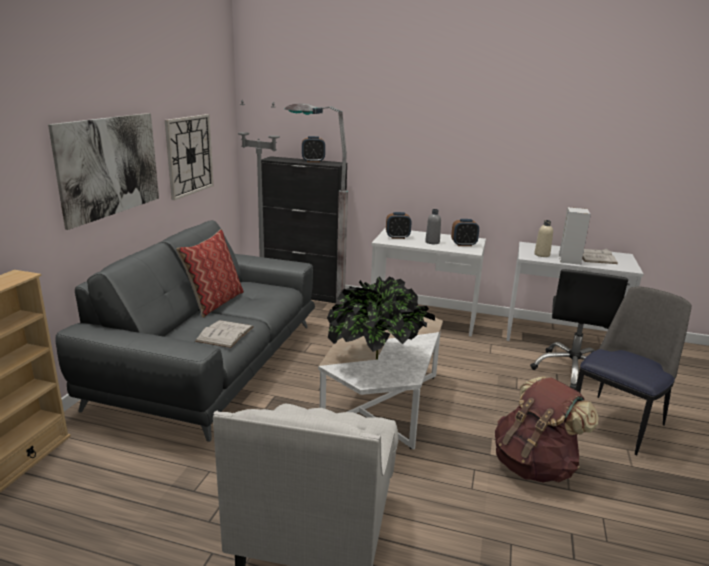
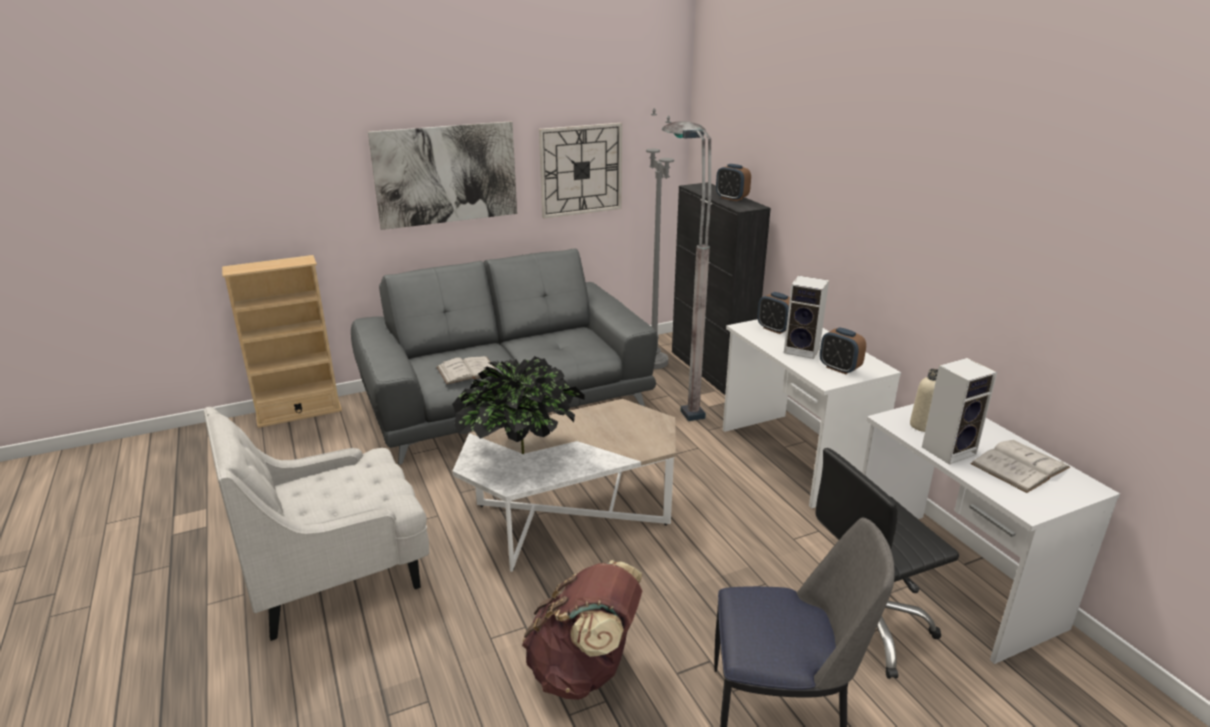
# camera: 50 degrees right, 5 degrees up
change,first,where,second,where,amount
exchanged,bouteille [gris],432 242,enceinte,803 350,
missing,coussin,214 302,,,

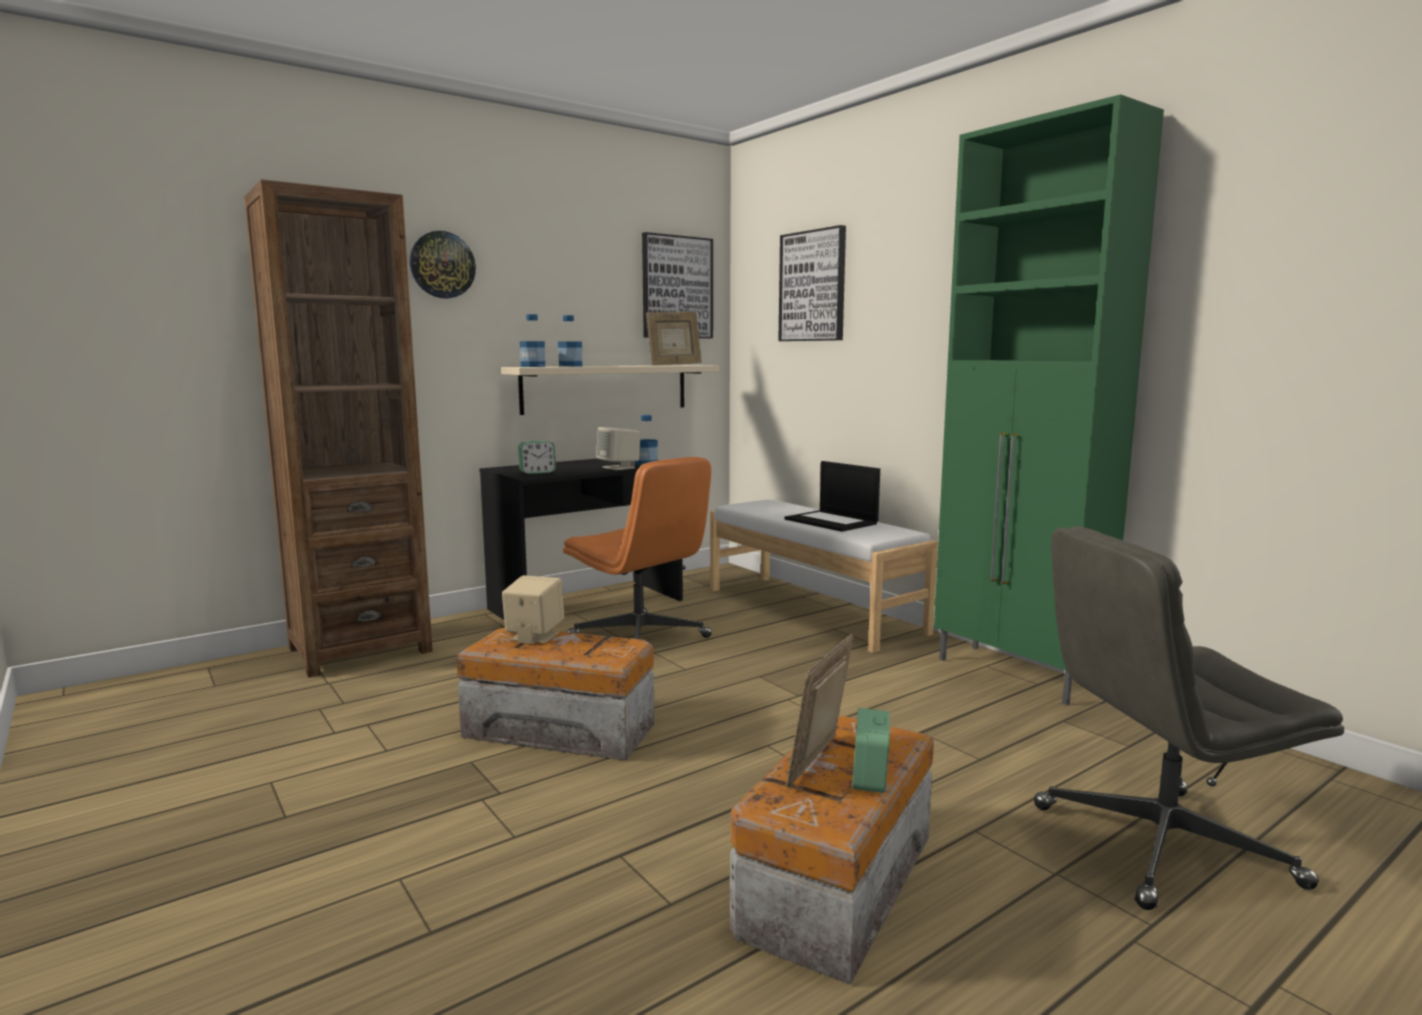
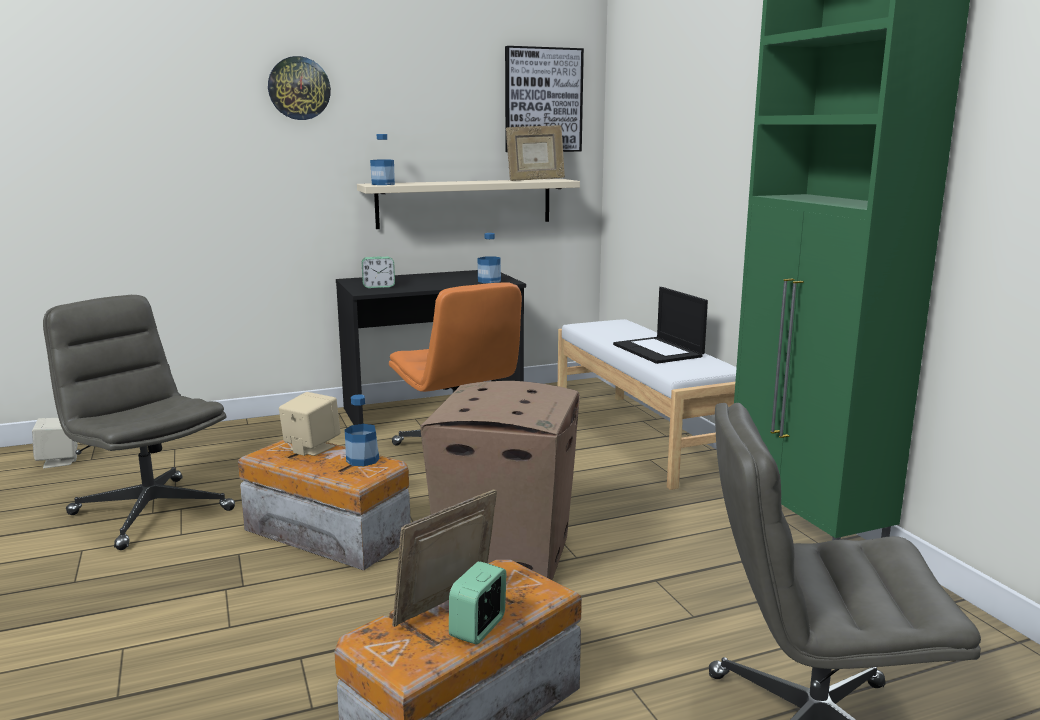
# camera: 15 degrees right, 5 degrees up
change,first,where,second,where,amount
relocated,enceinte [beige],619 467,,59 461,
appeared,,,chaise de bureau [gris],150 511,
relocated,bouteille,570 366,,362 460,
appeared,,,carton,506 555,
missing,bibliothèque [marron],360 649,,,
missing,tableau,813 286,,,

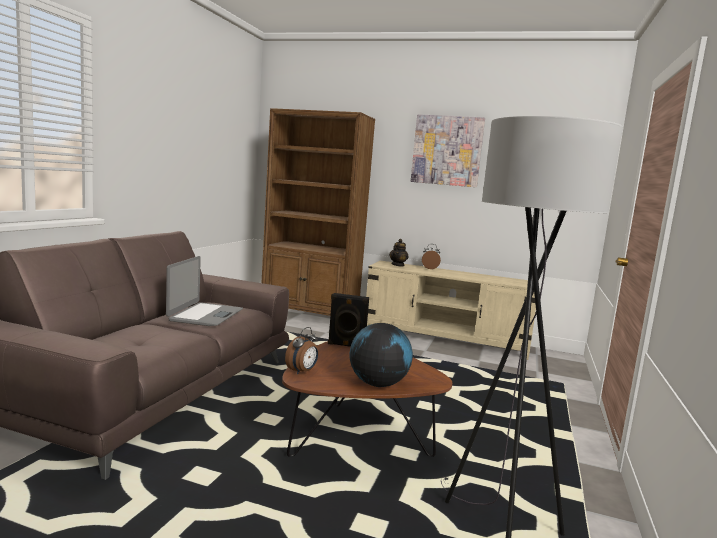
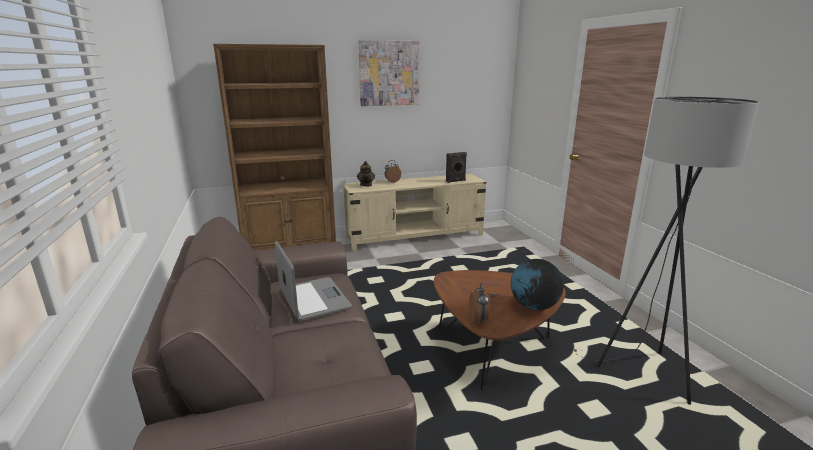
# camera: 35 degrees left, 10 degrees up
change,first,where,second,where,amount
relocated,enceinte [noir],346 345,,456 181,

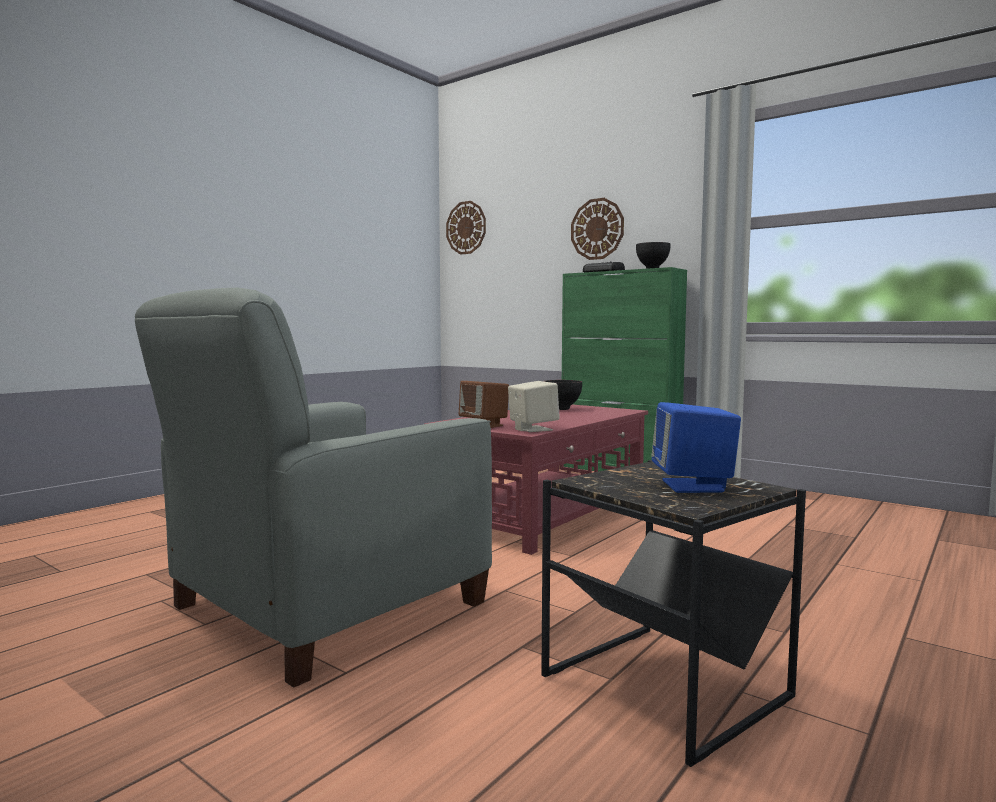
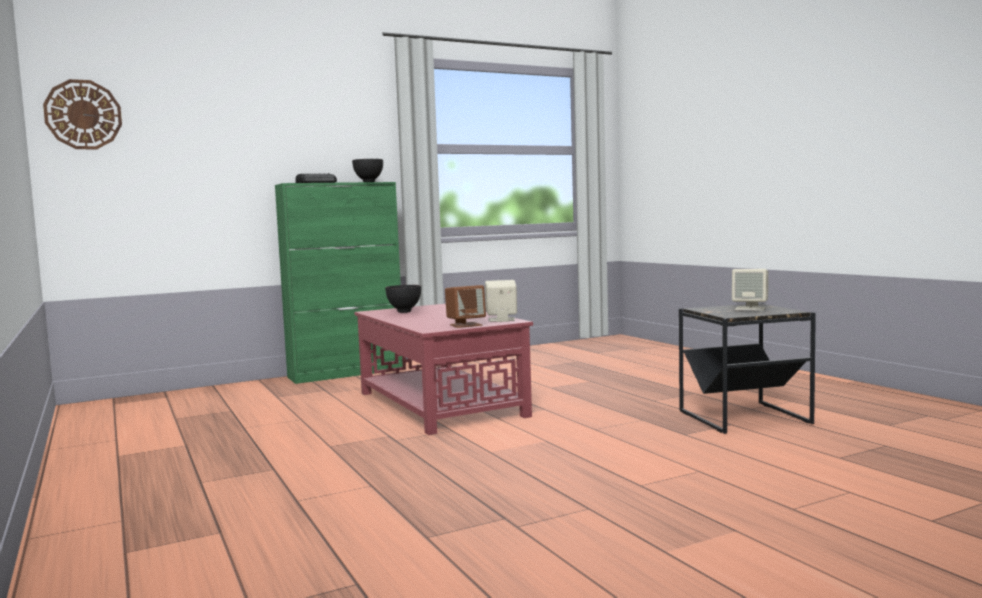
# camera: 65 degrees left, 0 degrees up
change,first,where,second,where,amount
colour,enceinte [bleu],693 486,enceinte [beige],750 308,
missing,fauteuil [gris],326 606,,,
missing,horloge murale,597 229,,,

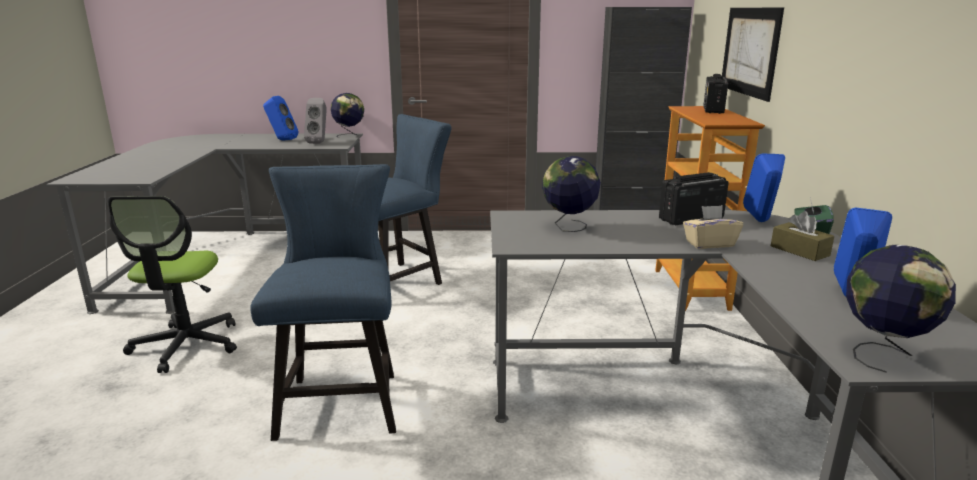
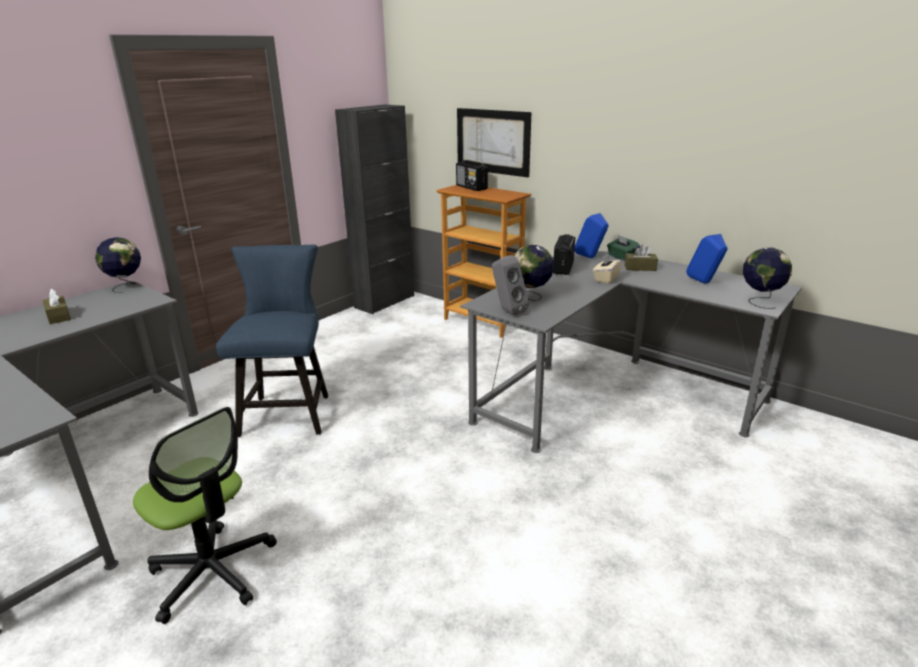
# camera: 50 degrees left, 5 degrees up
change,first,where,second,where,amount
exchanged,enceinte [bleu],282 140,boîte à mouchoirs [marron],58 316,
relocated,enceinte [gris],319 143,,507 311,
missing,chaise [bleu],341 399,,,

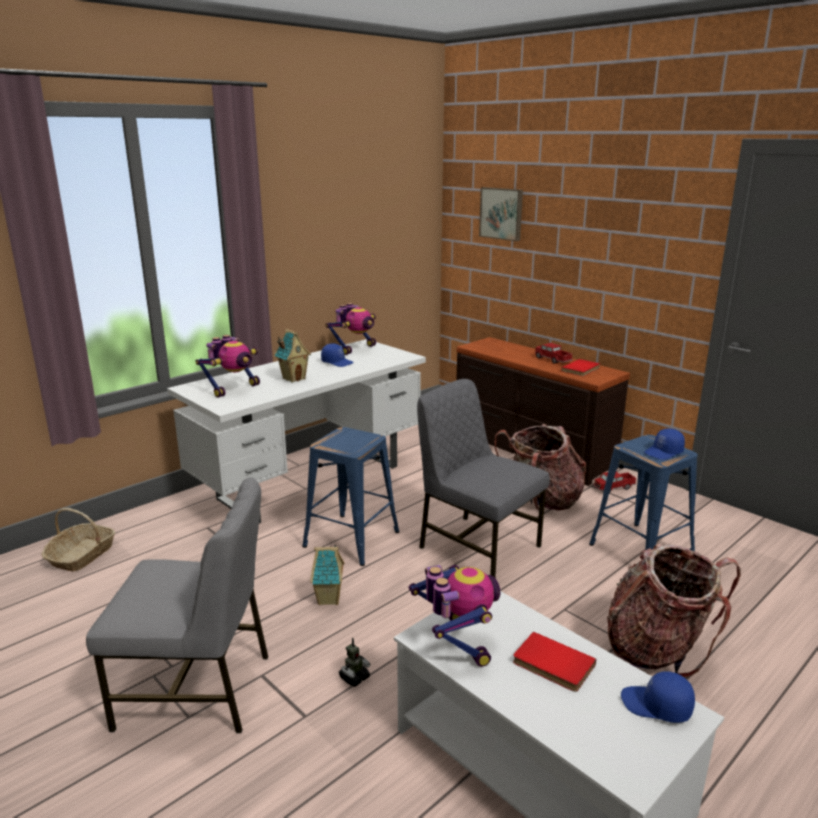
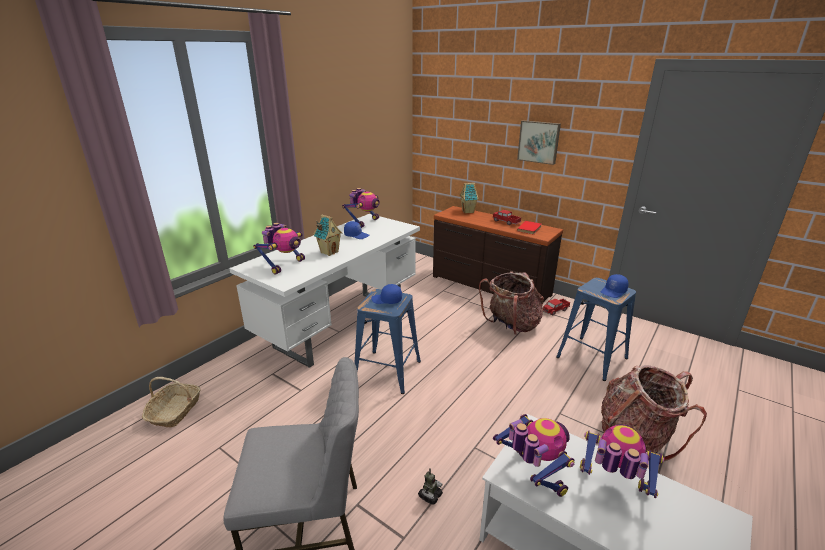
# camera: 10 degrees left, 5 degrees up
change,first,where,second,where,amount
relocated,casquette [bleu],656 706,,386 300,
relocated,maison miniature,329 599,,468 211,
relocated,tableau,502 213,,539 142,
exchanged,livre [rouge],552 665,robot jouet,612 486,
missing,chaise [gris],477 546,,,

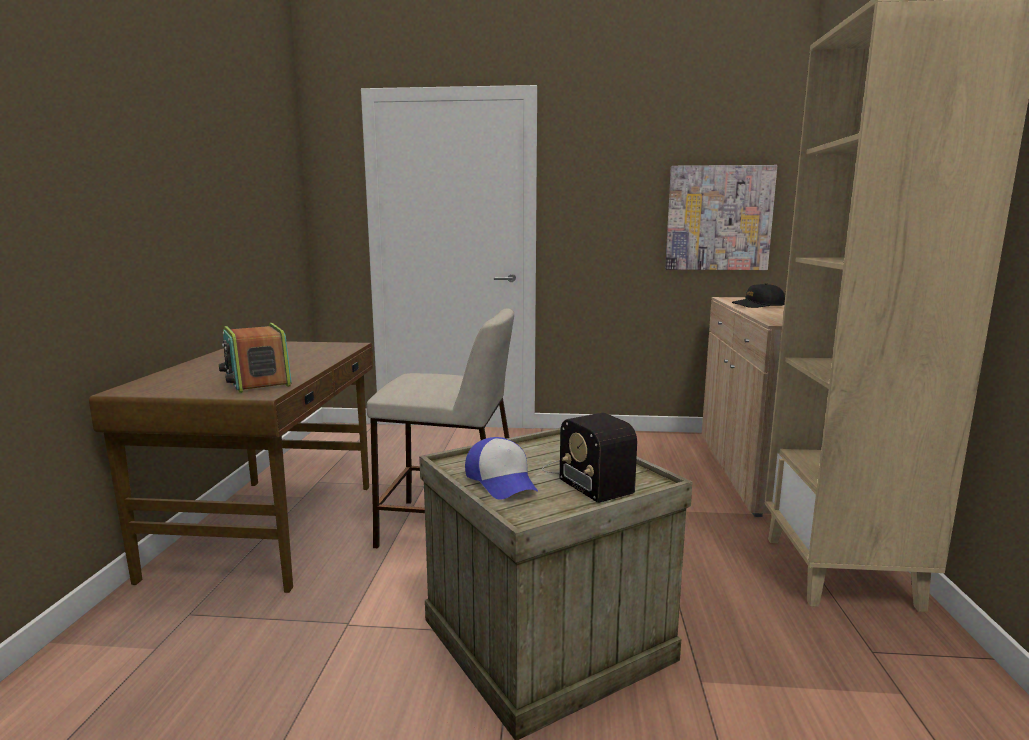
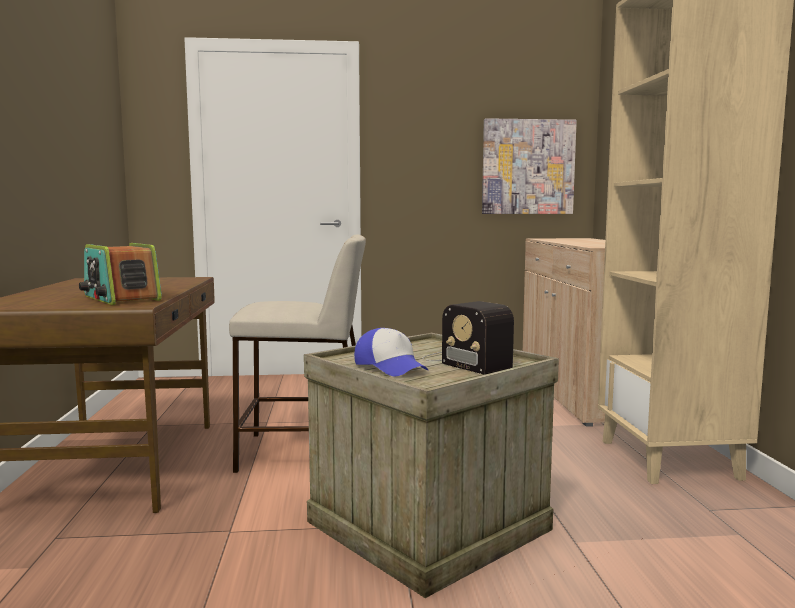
# camera: 10 degrees left, 5 degrees down
change,first,where,second,where,amount
missing,casquette [noir],758 305,,,

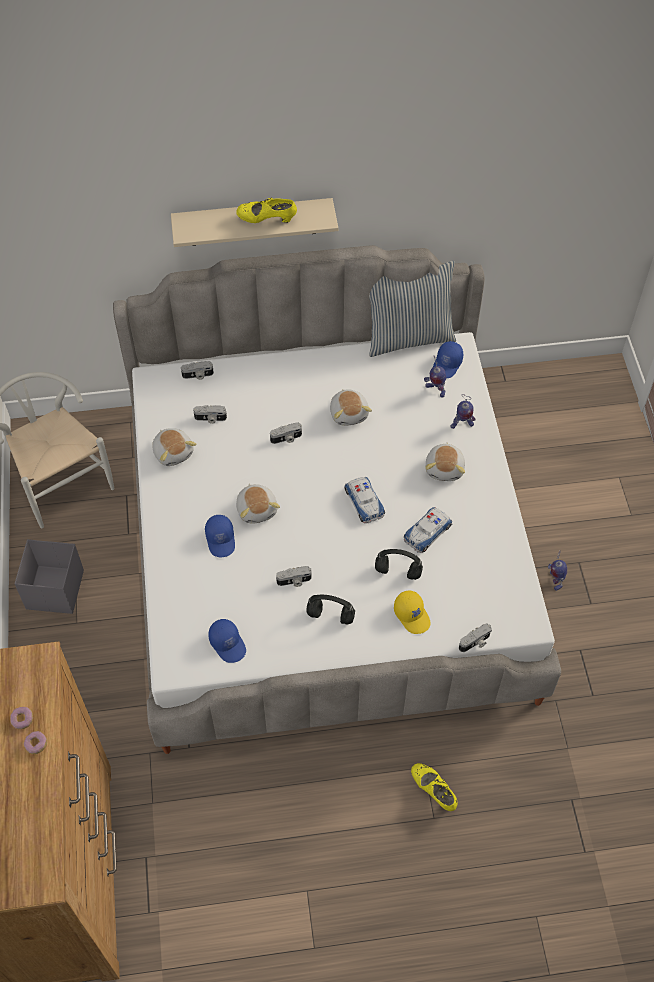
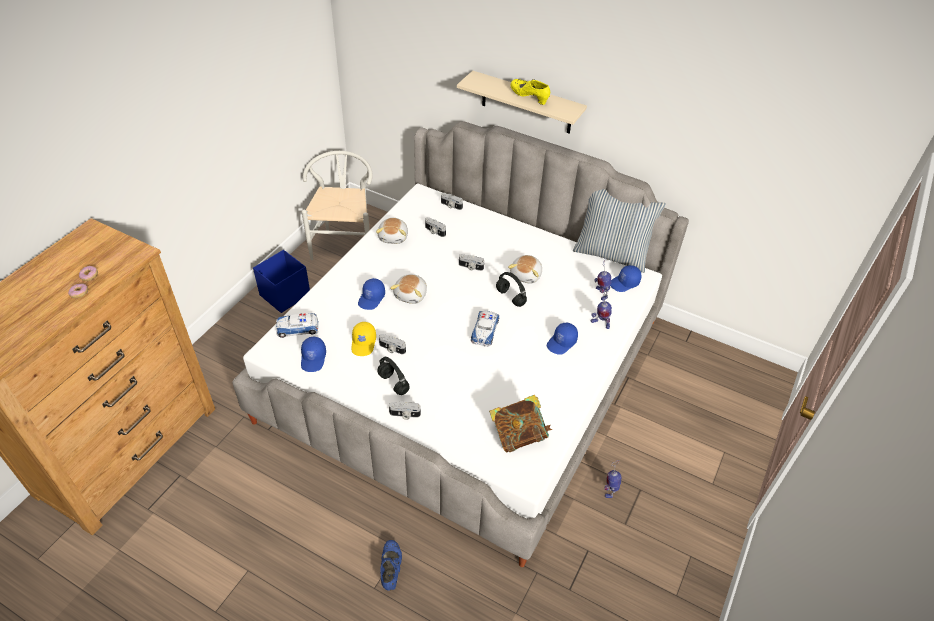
# camera: 35 degrees right, 10 degrees down
change,first,where,second,where,amount
colour,boîte de rangement [gris],54 590,boîte de rangement [bleu],284 295,
relocated,petite voiture,427 532,,297 328,
relocated,casquette [jaune],412 615,,364 343,
colour,chaussure [jaune],433 791,chaussure [bleu],391 569,
relocated,appareil photo,475 643,,404 415,
appeared,,,livre,518 435,
relocated,casque audio [noir],397 572,,510 297,
exchanged,peluche,445 468,casquette [bleu],562 343,

